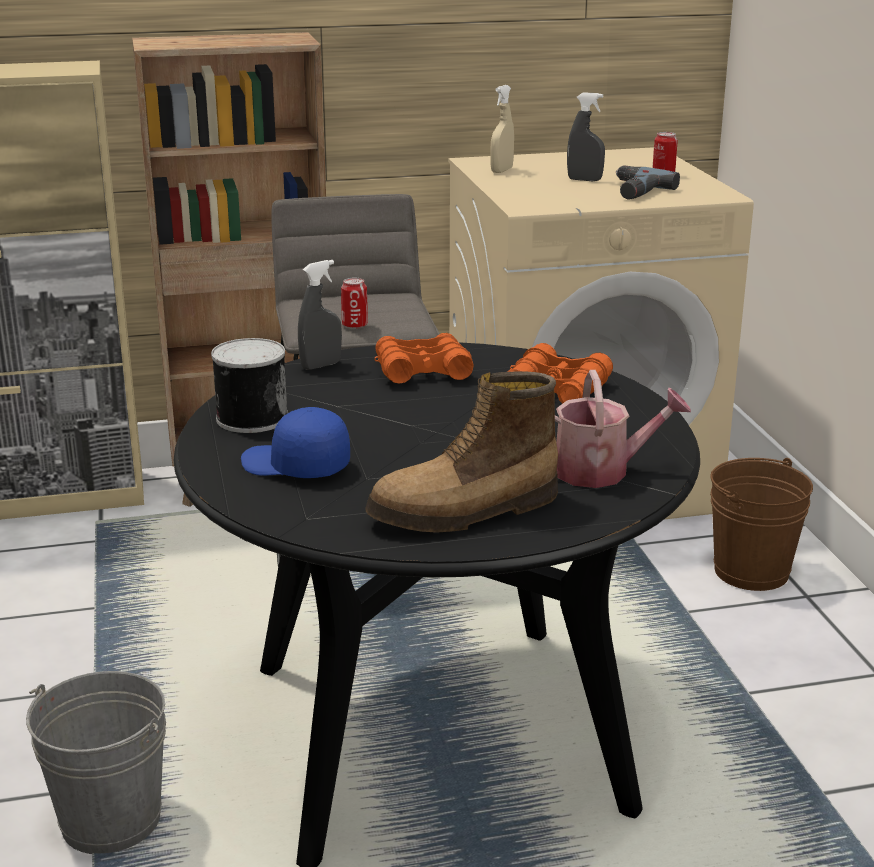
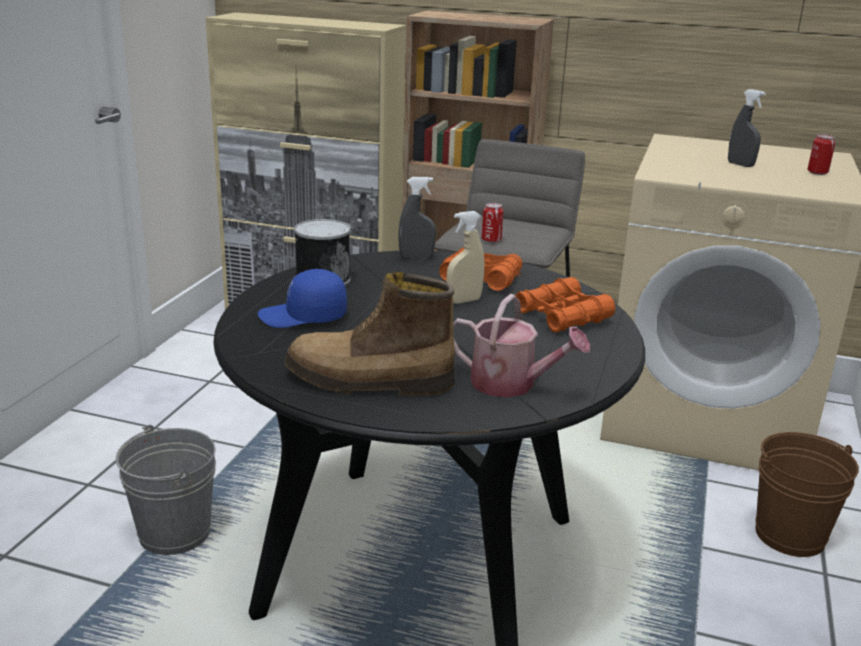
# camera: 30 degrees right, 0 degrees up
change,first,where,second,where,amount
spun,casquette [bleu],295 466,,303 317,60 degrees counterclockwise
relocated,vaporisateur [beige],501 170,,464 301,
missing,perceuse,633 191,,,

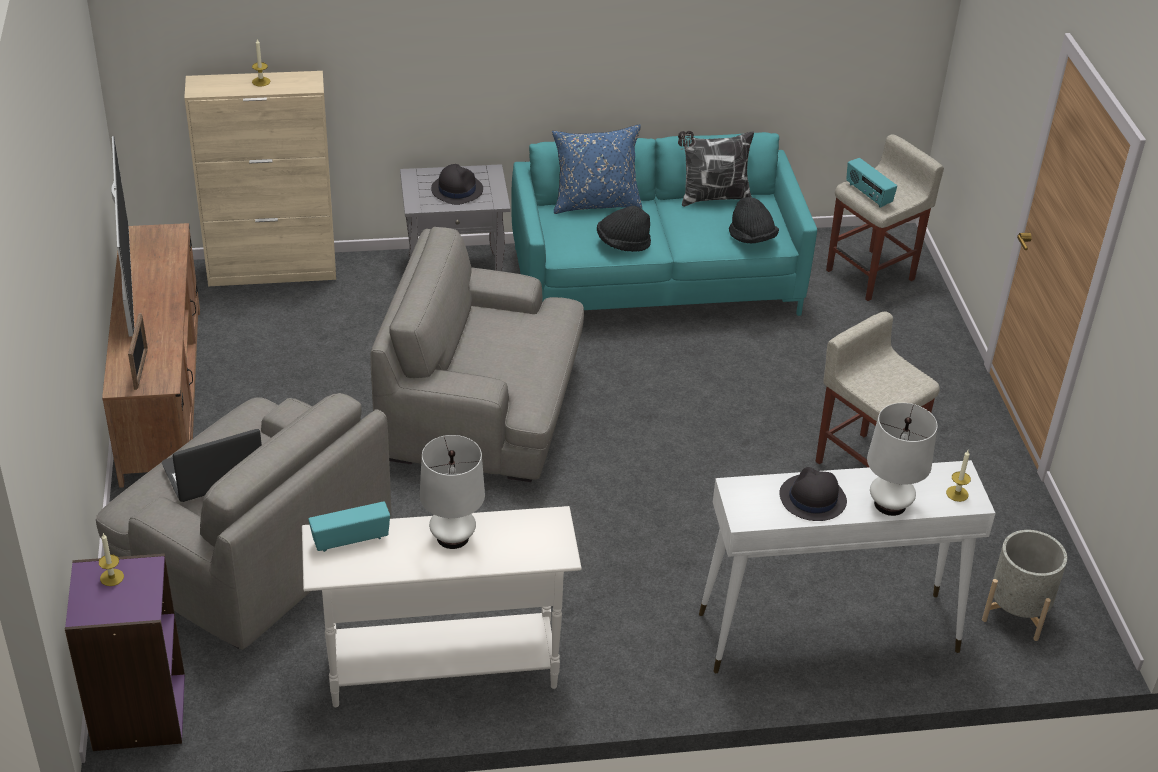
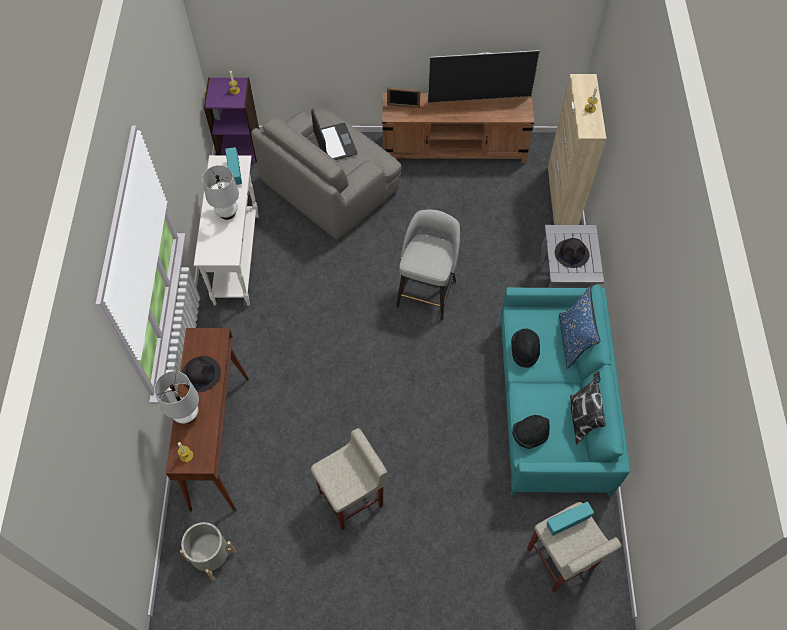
# camera: 100 degrees right, 20 degrees up
change,first,where,second,where,amount
colour,table console [blanc],827 632,table console [marron],220 441,
exchanged,fauteuil [gris],482 409,tabouret [gris],427 291,

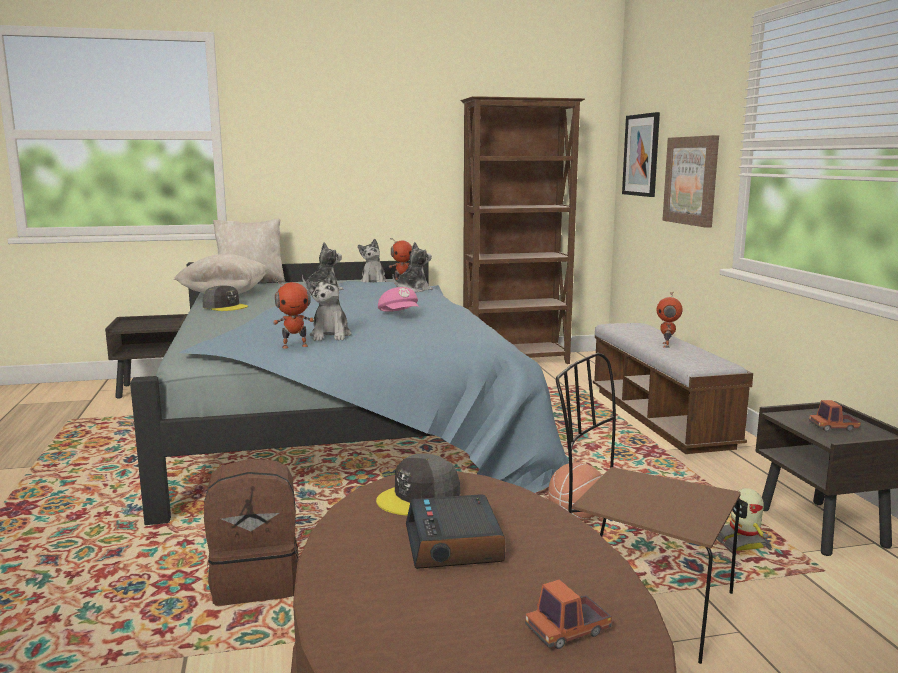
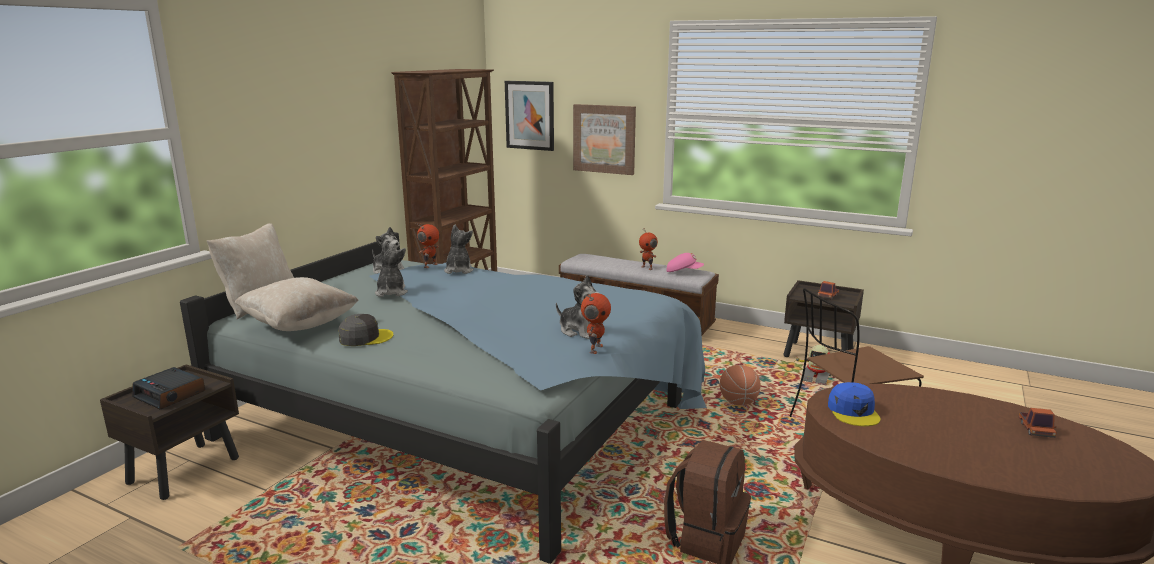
# camera: 50 degrees left, 5 degrees up
change,first,where,second,where,amount
relocated,réveil,455 544,,170 394,
relocated,casquette [rose],400 315,,684 272,
colour,casquette [gris],419 497,casquette [bleu],853 411,

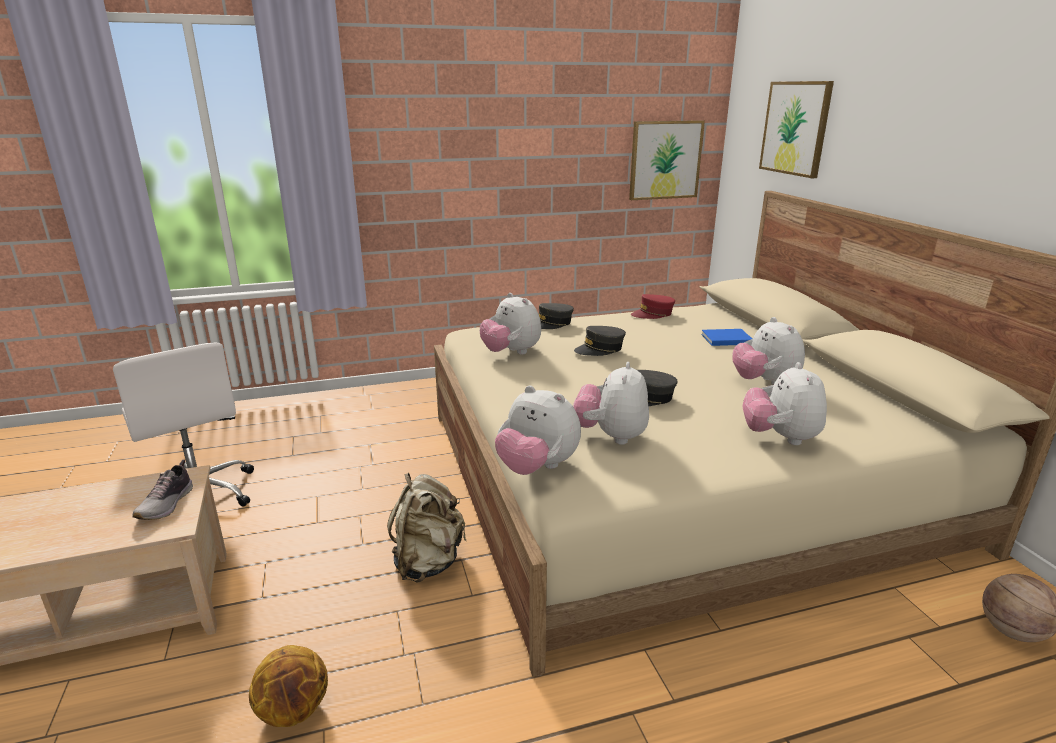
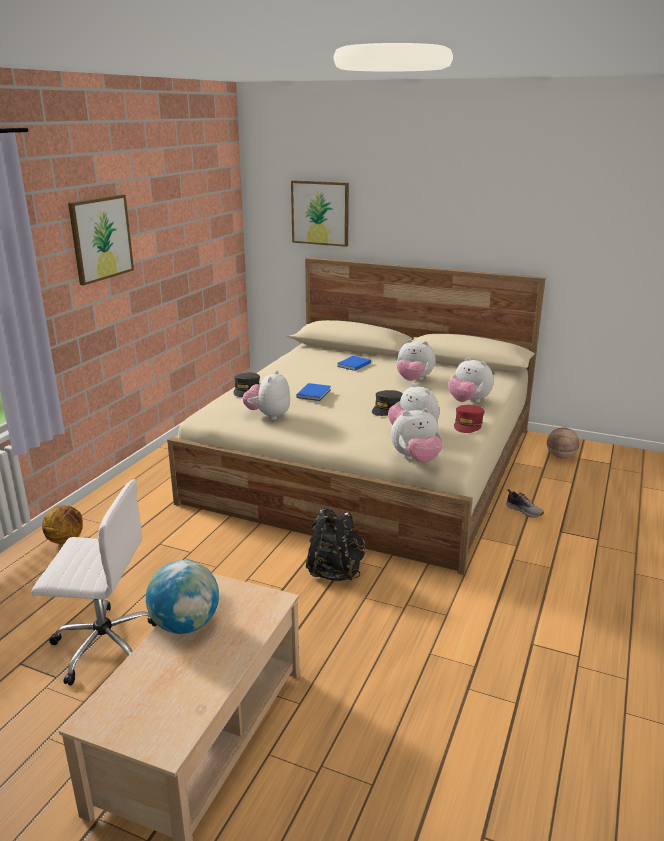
# camera: 50 degrees left, 0 degrees up
change,first,where,second,where,amount
relocated,ballon de basket,294 710,,66 540,
relocated,tableau,665 160,,101 238,
appeared,,,globe,185 625,
spun,peluche,511 352,,268 416,105 degrees clockwise
exchanged,casquette [gris],600 349,livre [bleu],314 393,
colour,sac à dos [beige],428 562,sac à dos [noir],335 571,
relocated,casquette [rouge],653 314,,468 425,
relocated,chaussure,167 504,,524 511,

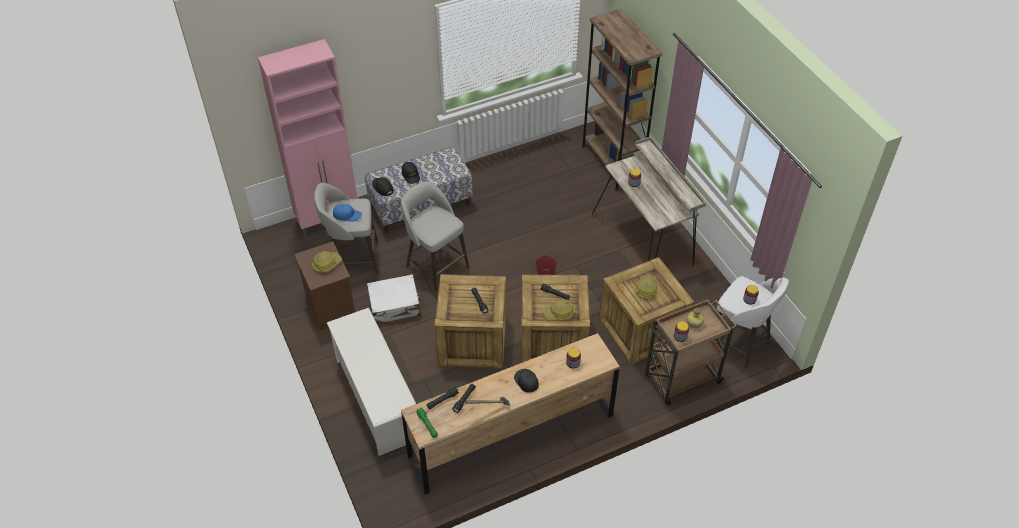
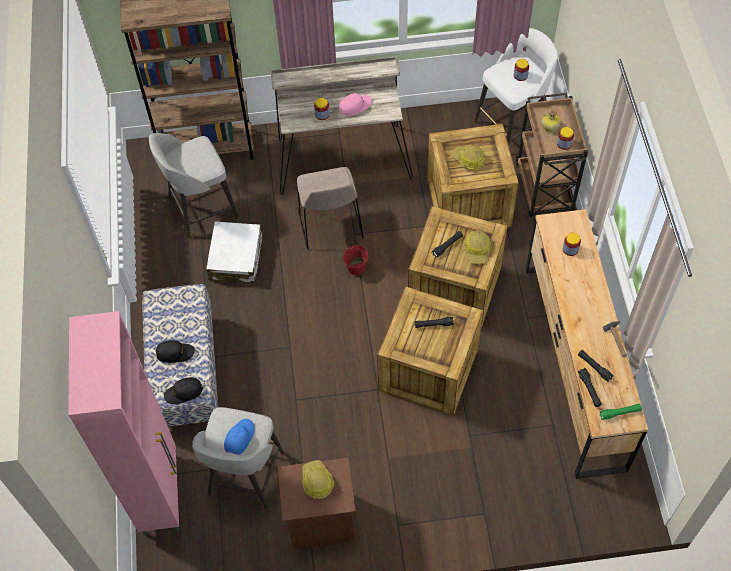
# camera: 70 degrees left, 10 degrees up
change,first,where,second,where,amount
relocated,tabouret [gris],436 266,,201 209,
relocated,valise [blanc],395 305,,236 258,
appeared,,,chaise [beige],330 225,
appeared,,,casquette [rose],355 106,
missing,étagère à chaussures [blanc],377 399,,,
missing,casquette [noir],526 381,,,

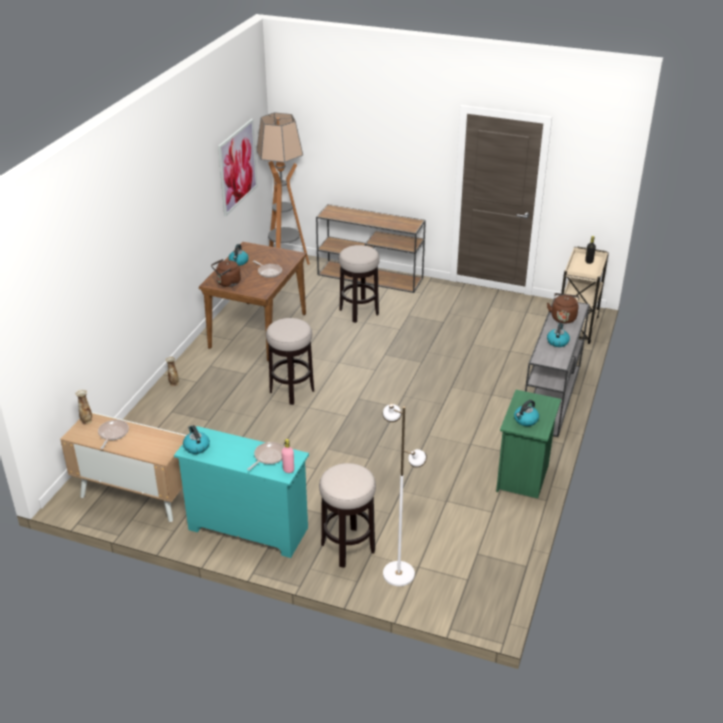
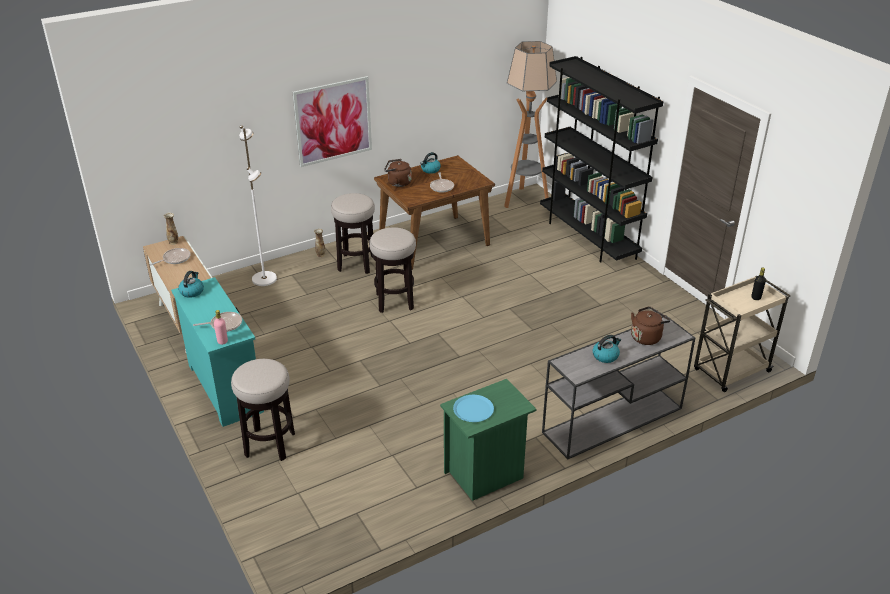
# camera: 40 degrees right, 0 degrees up
change,first,where,second,where,amount
relocated,lampadaire [blanc],399 573,,265 279,
relocated,tableau,237 167,,333 121,
relocated,tabouret,359 312,,356 264,
exchanged,bouilloire,525 420,assiette [bleu],473 409,
exchanged,table console [marron],371 276,bibliothèque [noir],588 238,

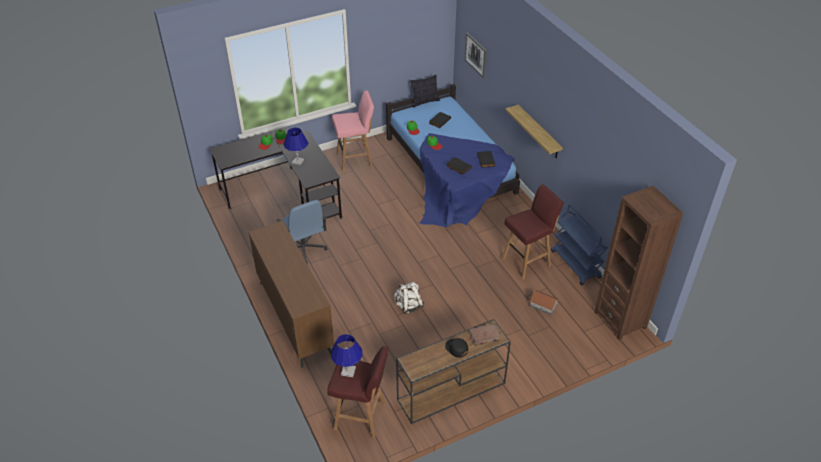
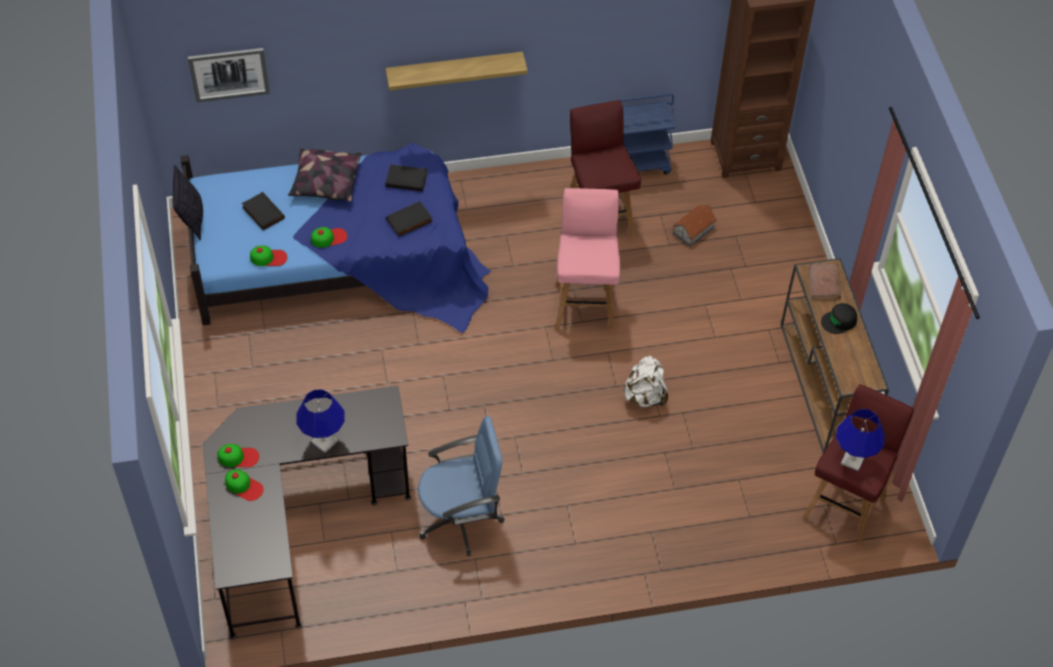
# camera: 75 degrees left, 10 degrees up
change,first,where,second,where,amount
appeared,,,coussin,325 183,
relocated,tabouret [rose],355 160,,585 305,
missing,commode [marron],295 317,,,

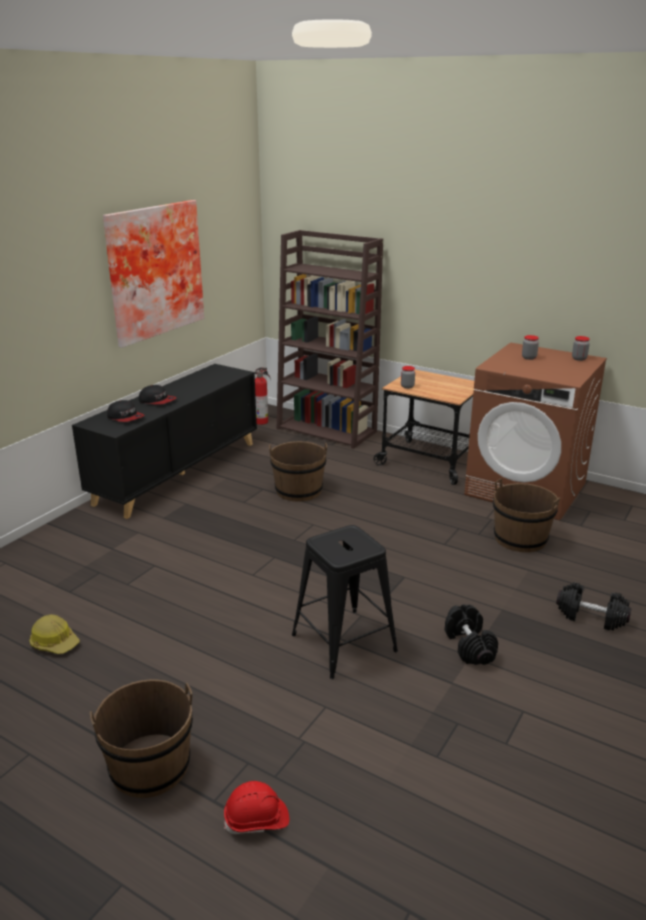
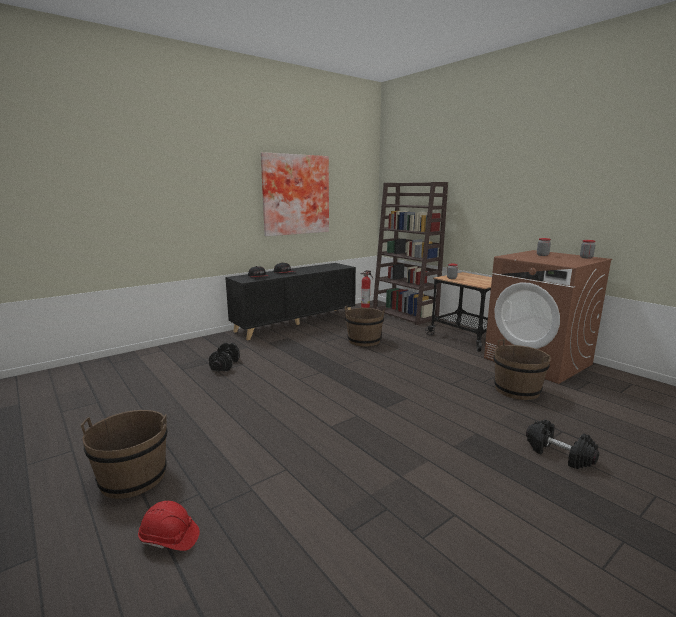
# camera: 20 degrees right, 10 degrees down
change,first,where,second,where,amount
relocated,haltère [noir],469 646,,225 365,
missing,casque de chantier,55 642,,,
missing,tabouret [noir],343 643,,,

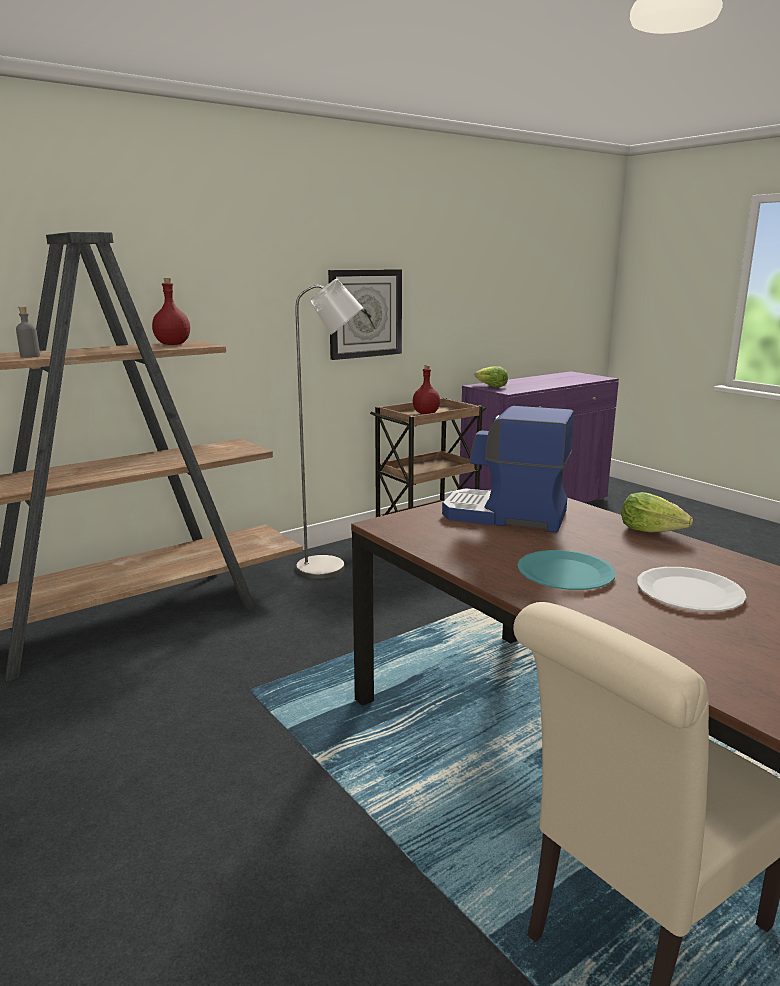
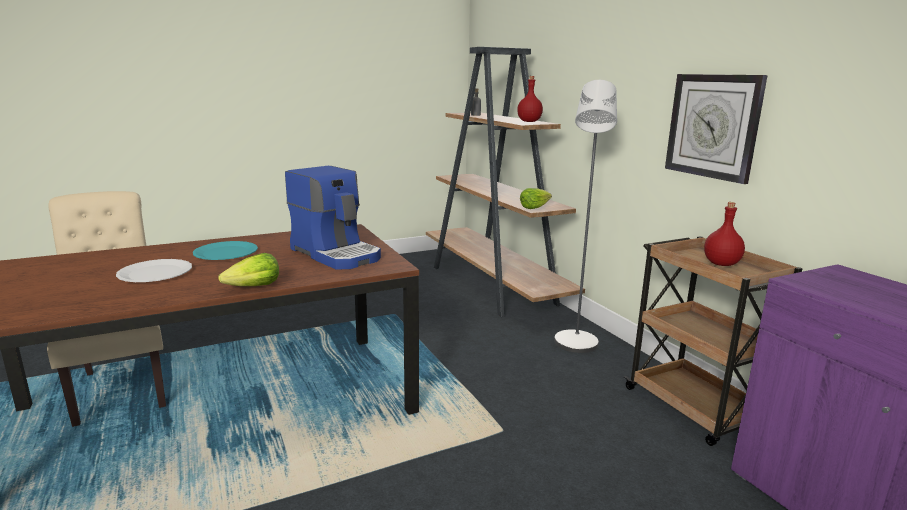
# camera: 100 degrees right, 0 degrees up
change,first,where,second,where,amount
spun,machine à café,505 515,,337 254,105 degrees clockwise
relocated,laitue,490 386,,534 207,

